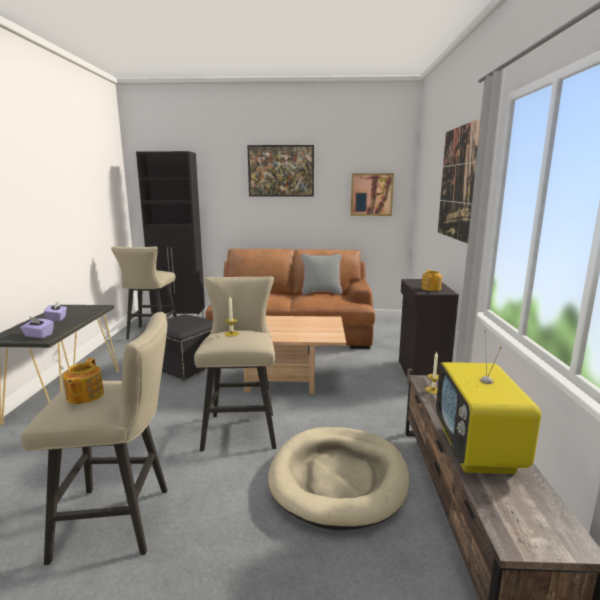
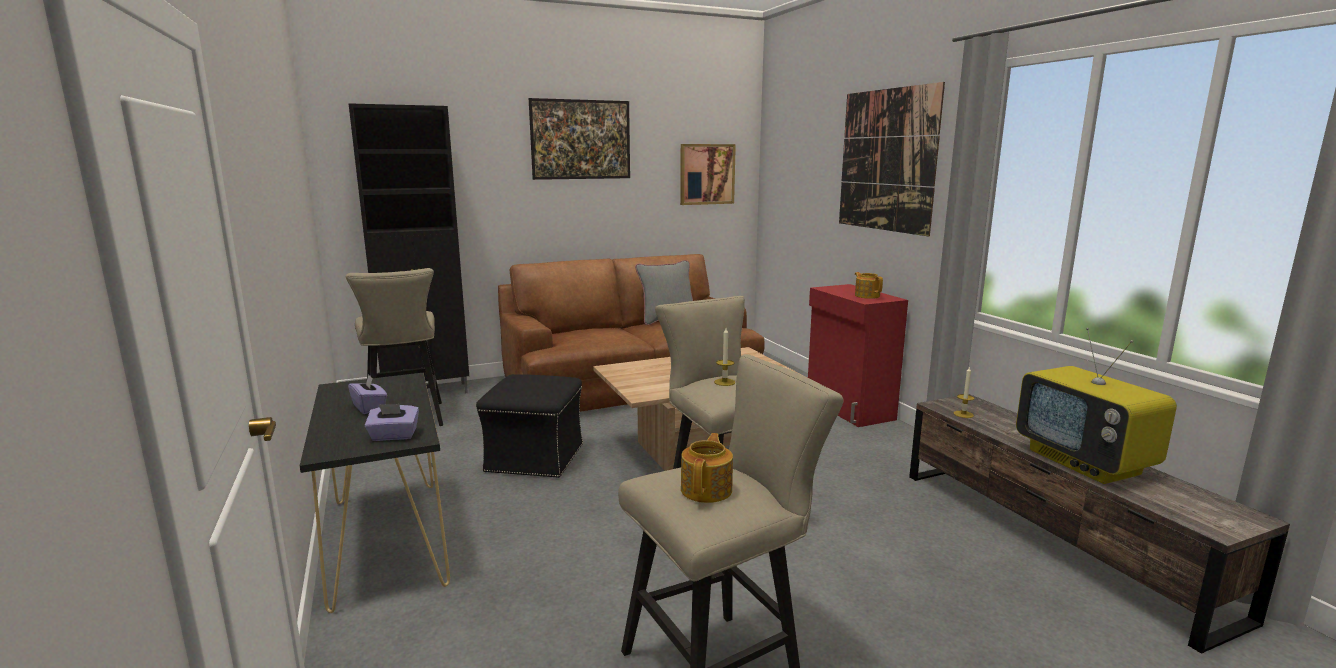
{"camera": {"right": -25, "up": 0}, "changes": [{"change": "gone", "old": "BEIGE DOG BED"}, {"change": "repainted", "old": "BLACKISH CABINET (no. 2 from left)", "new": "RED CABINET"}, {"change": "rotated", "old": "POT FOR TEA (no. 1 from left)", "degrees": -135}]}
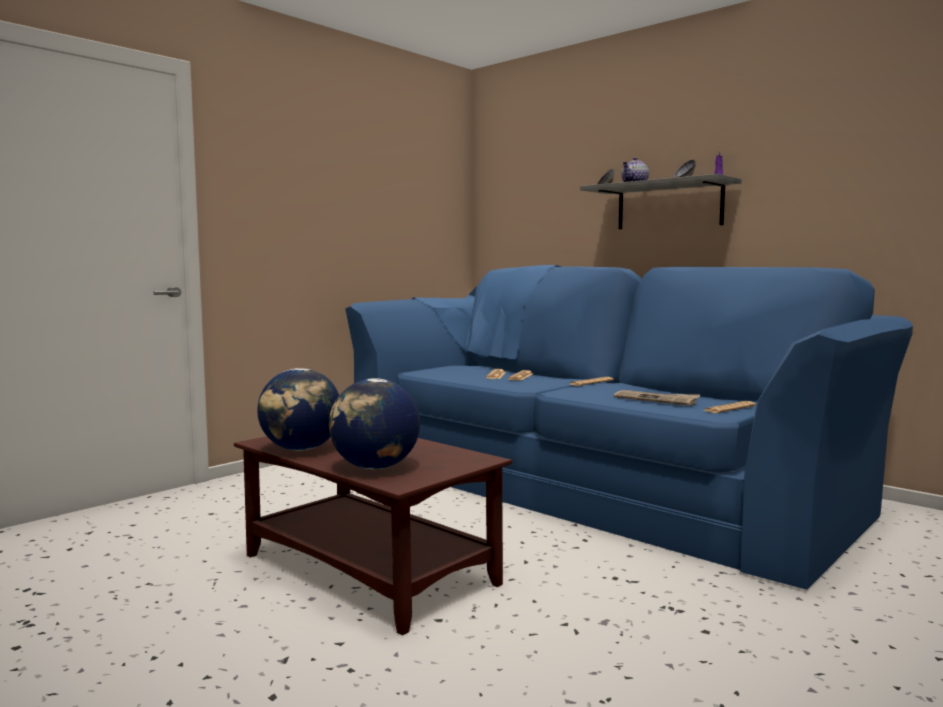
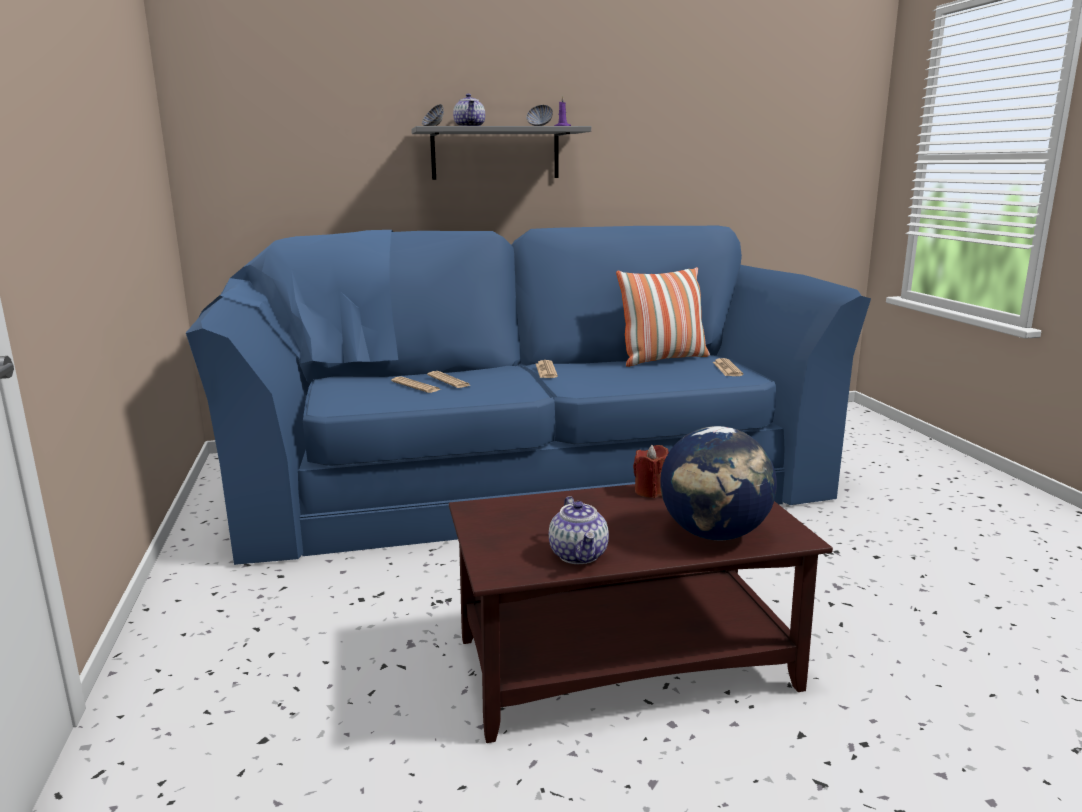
{"camera": {"right": -55, "up": 10}, "changes": [{"change": "gone", "old": "PRINTED PAPER (no. 4 from left)"}, {"change": "new", "new": "PILLOW"}, {"change": "new", "new": "RED WAX LIGHT"}, {"change": "swapped", "old": "DESK GLOBE (no. 1 from left)", "new": "POT FOR TEA (no. 2 from left)"}]}
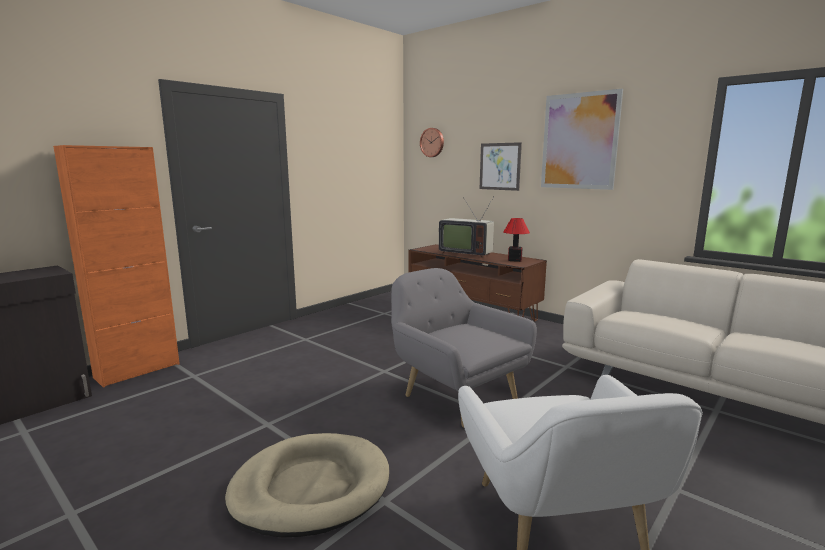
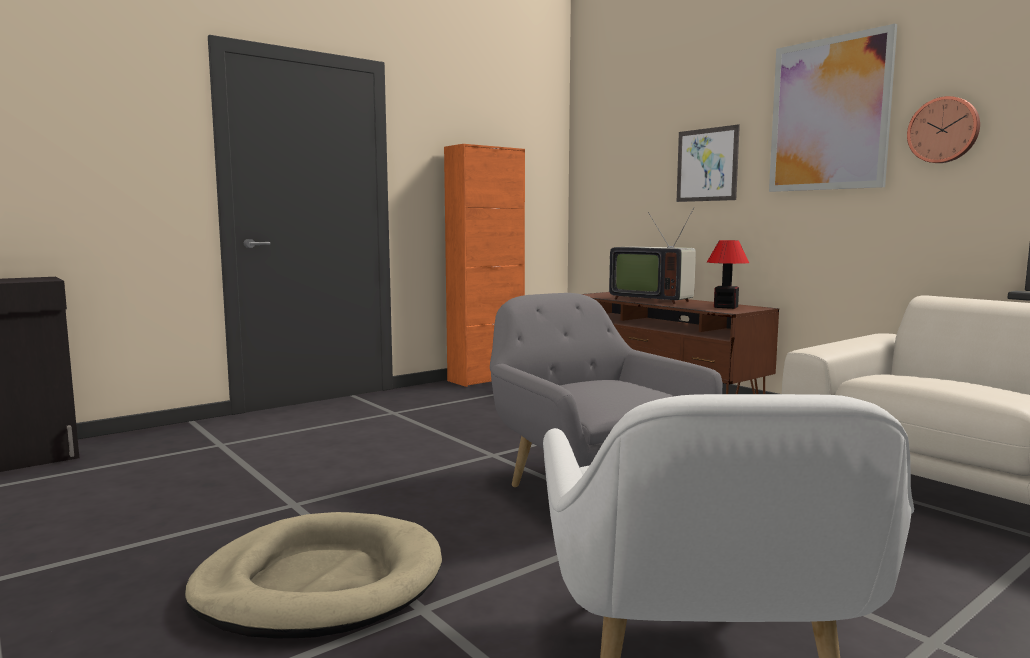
{"camera": {"right": 10, "up": -5}, "changes": [{"change": "shifted", "old": "ORANGEY CABINET"}, {"change": "shifted", "old": "CLOCK ON THE WALL"}]}
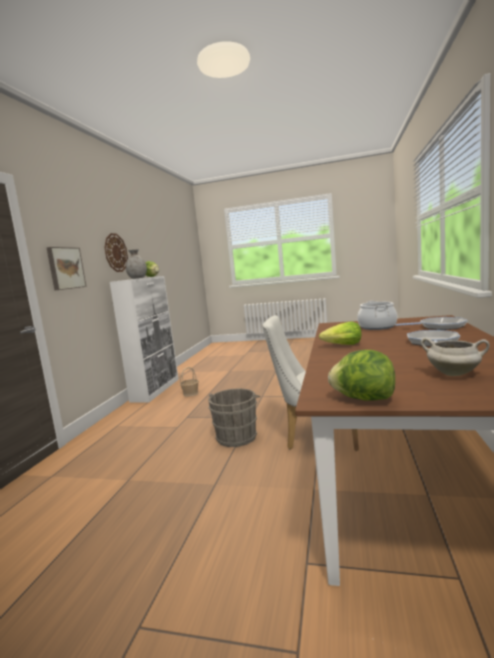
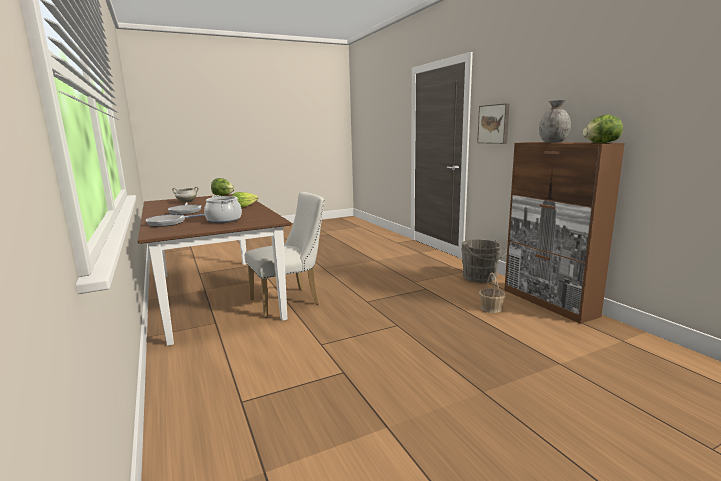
{"camera": {"right": 140, "up": 5}, "changes": [{"change": "gone", "old": "CLOCK ON THE WALL"}, {"change": "shifted", "old": "GRAY BUCKET"}, {"change": "repainted", "old": "WHITISH CABINET", "new": "BROWN CABINET"}]}
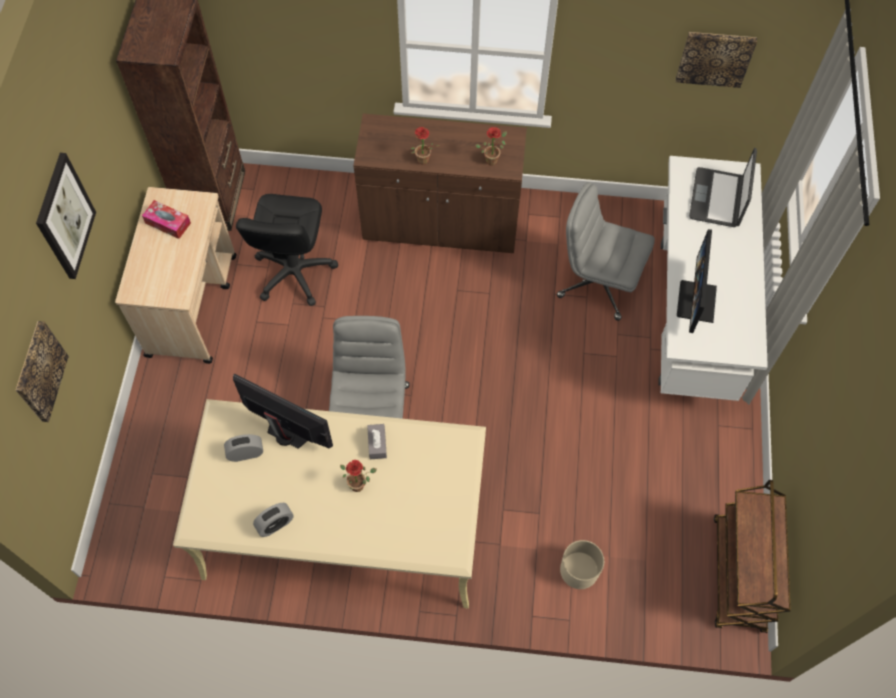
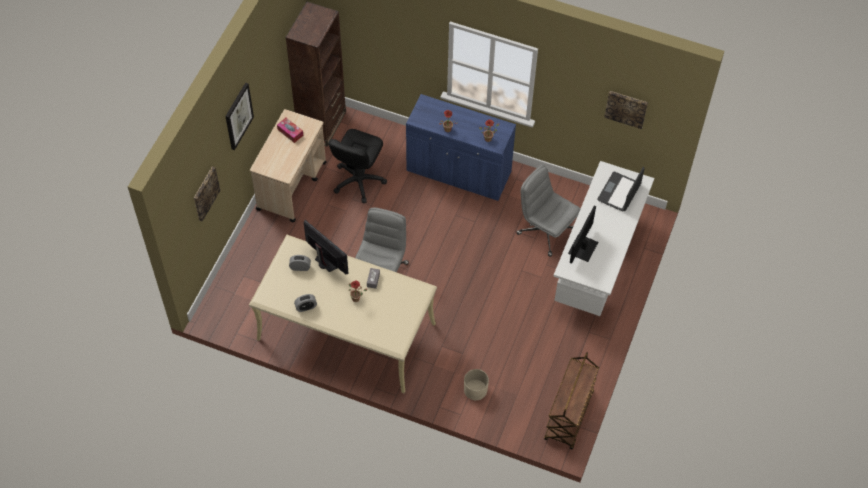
{"camera": {"right": 15, "up": -5}, "changes": [{"change": "repainted", "old": "BROWN CABINET", "new": "BLUISH CABINET"}]}
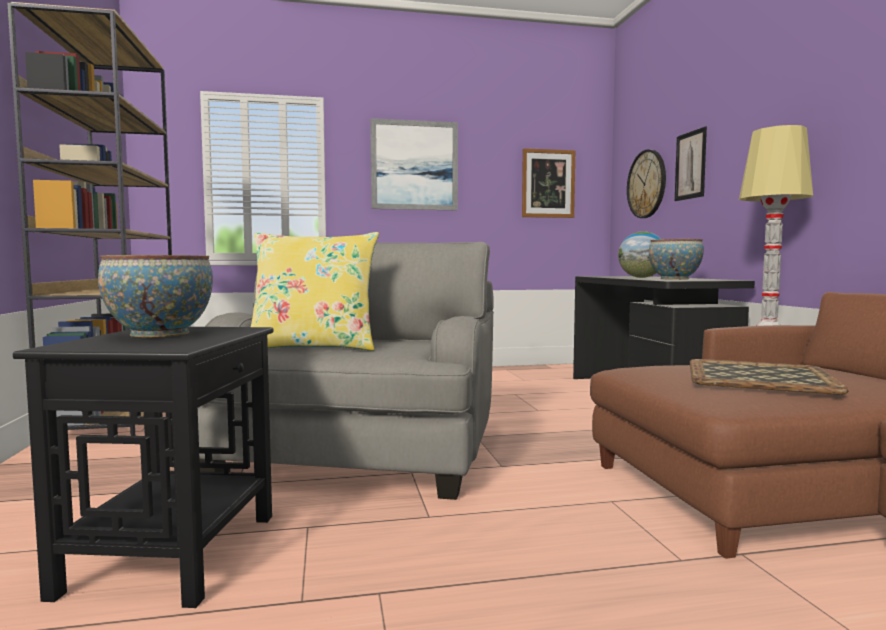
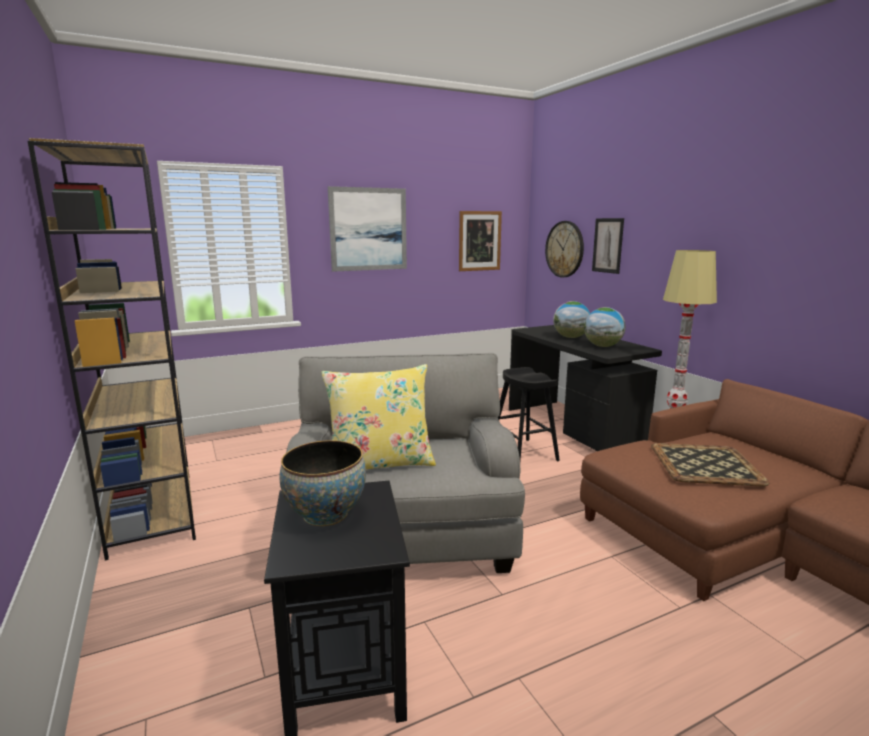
{"camera": {"right": -15, "up": 10}, "changes": [{"change": "new", "new": "BLACKISH STOOL"}, {"change": "swapped", "old": "SERVING BOWL (no. 2 from left)", "new": "DESK GLOBE (no. 2 from left)"}]}
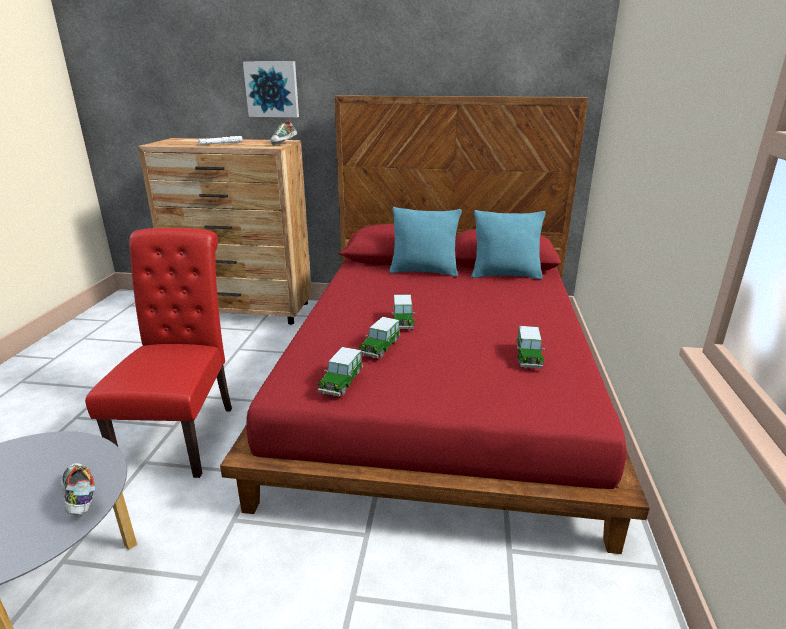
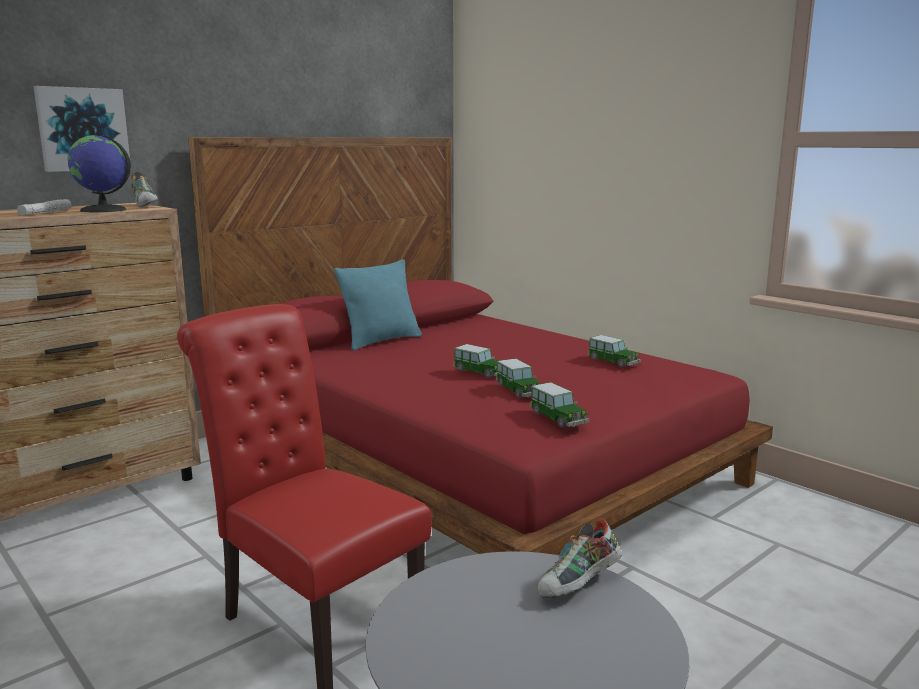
{"camera": {"right": -50, "up": -10}, "changes": [{"change": "gone", "old": "BLUE-GREEN PILLOW (no. 2 from left)"}, {"change": "new", "new": "DESK GLOBE"}, {"change": "rotated", "old": "LOW SHOE (no. 1 from left in the first image)", "degrees": -45}]}
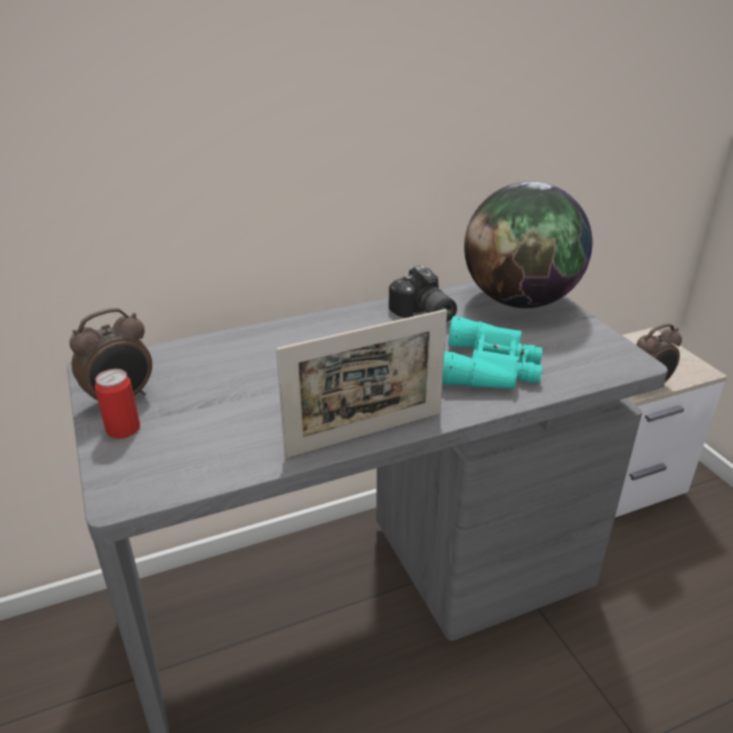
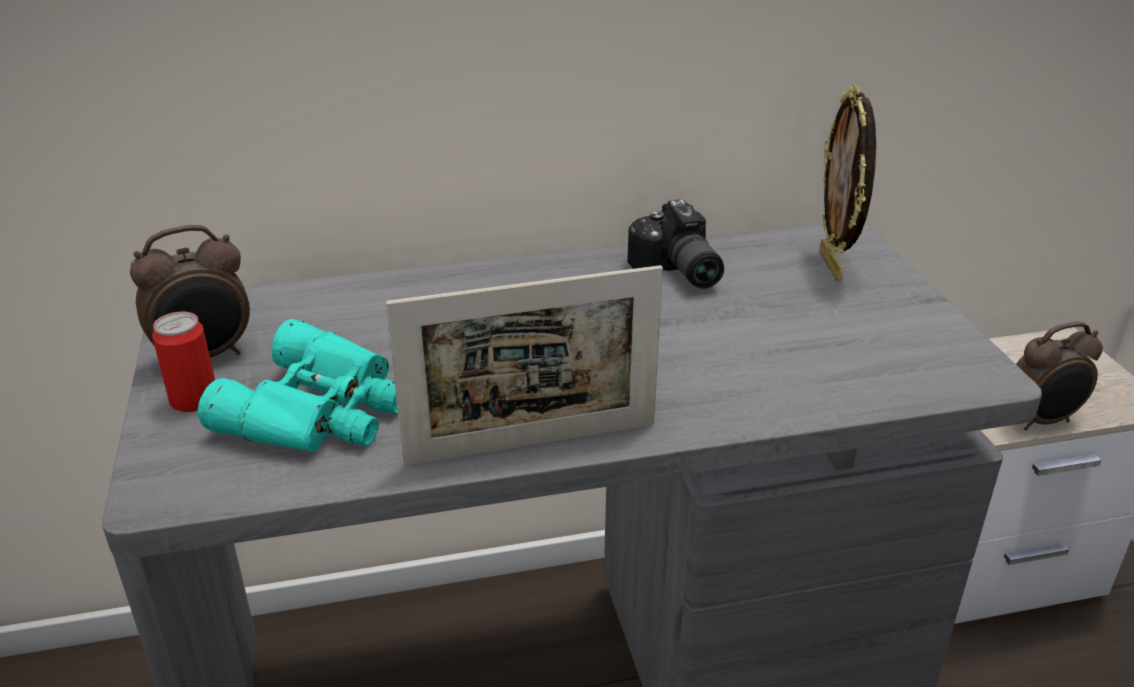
{"camera": {"right": 10, "up": 0}, "changes": [{"change": "shifted", "old": "BLUE-GREEN FIELD GLASSES"}, {"change": "swapped", "old": "DESK GLOBE", "new": "PHOTO FRAME (no. 2 from left)"}]}
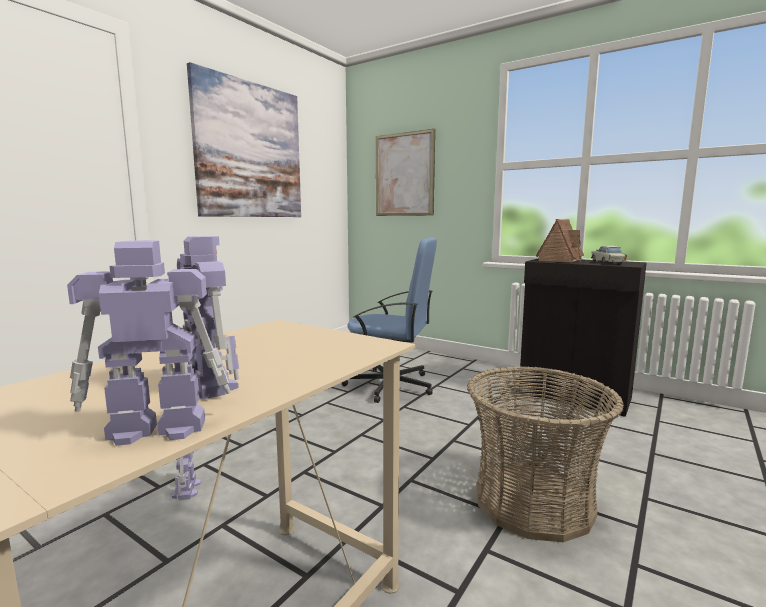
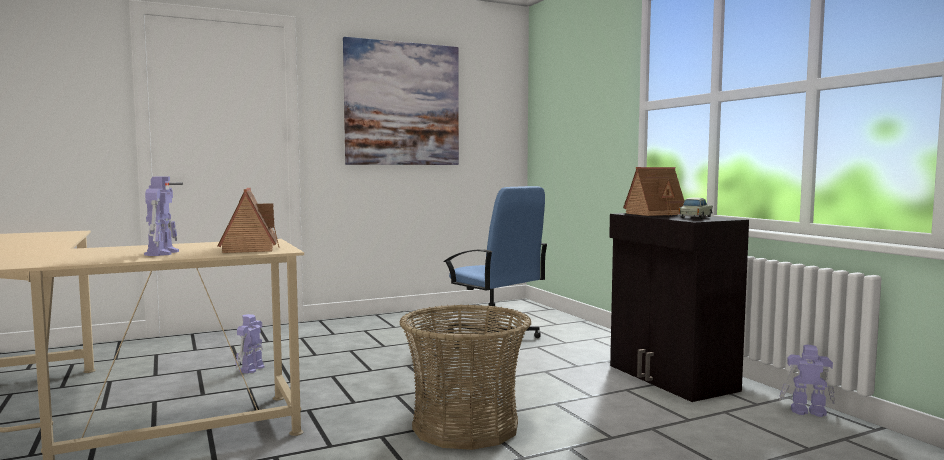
{"camera": {"right": 30, "up": -5}, "changes": [{"change": "gone", "old": "WALL PICTURE (no. 2 from left)"}, {"change": "new", "new": "MODEL HOUSE (no. 1 from left)"}, {"change": "shifted", "old": "MODEL ROBOT (no. 1 from left in the first image)", "new": "MODEL ROBOT (no. 3 from left)"}]}
